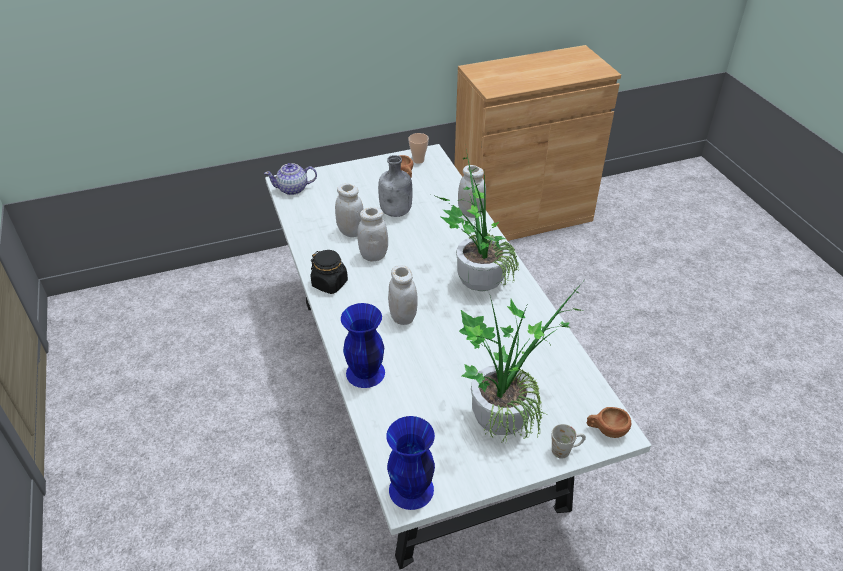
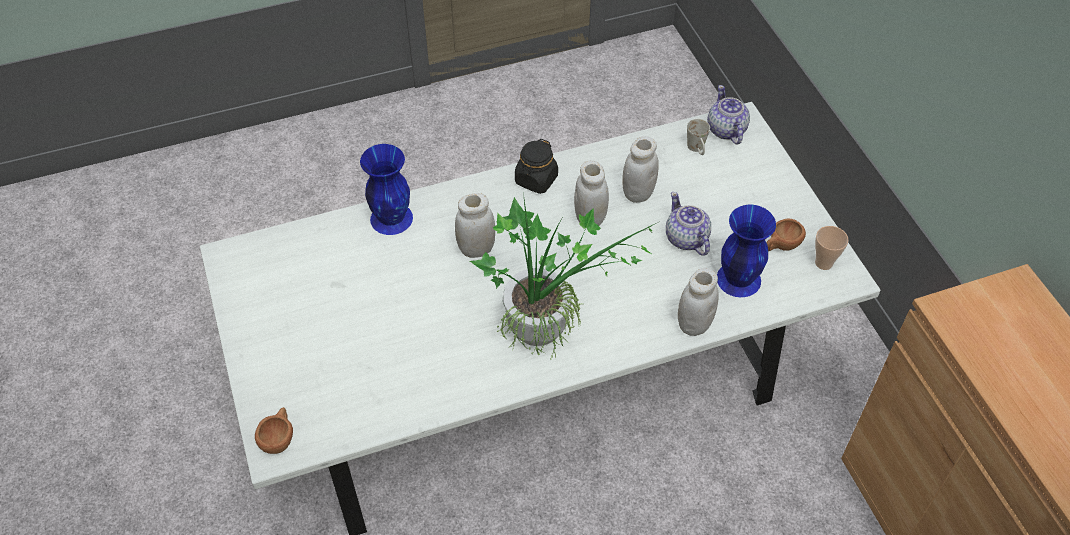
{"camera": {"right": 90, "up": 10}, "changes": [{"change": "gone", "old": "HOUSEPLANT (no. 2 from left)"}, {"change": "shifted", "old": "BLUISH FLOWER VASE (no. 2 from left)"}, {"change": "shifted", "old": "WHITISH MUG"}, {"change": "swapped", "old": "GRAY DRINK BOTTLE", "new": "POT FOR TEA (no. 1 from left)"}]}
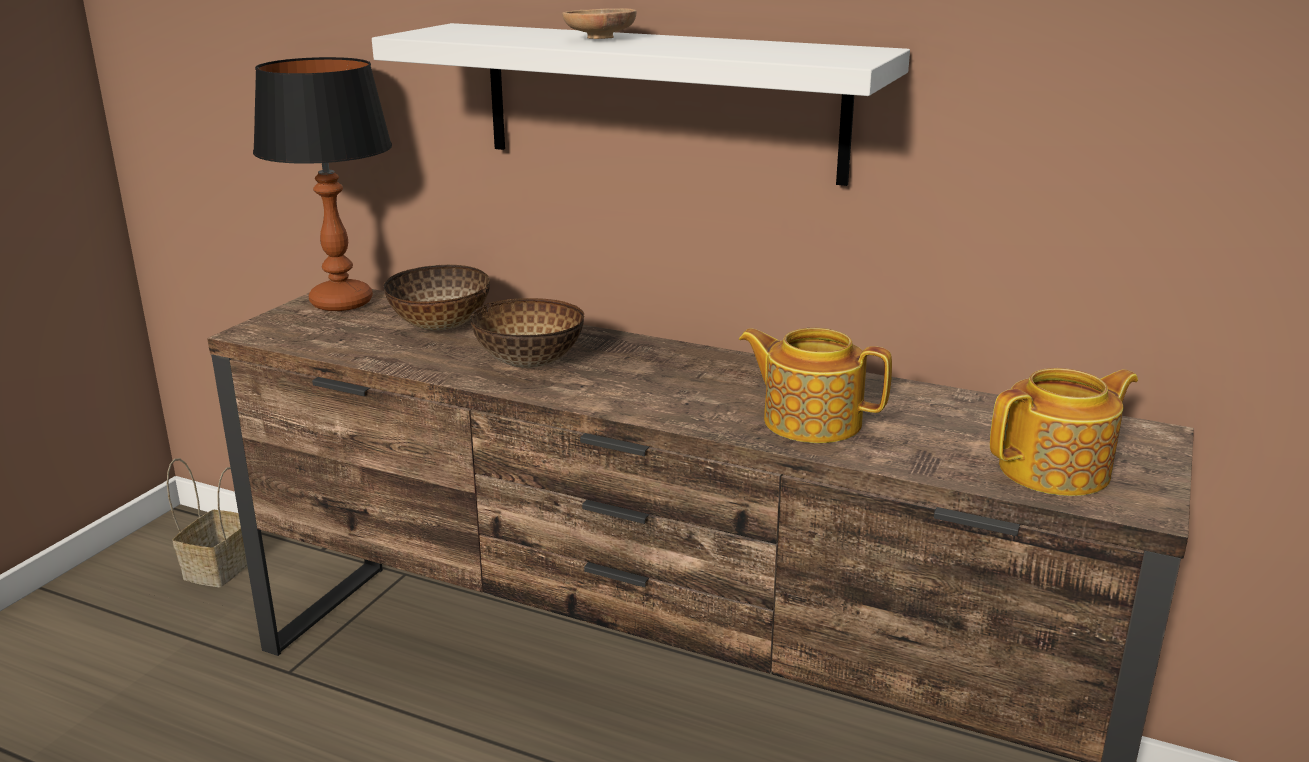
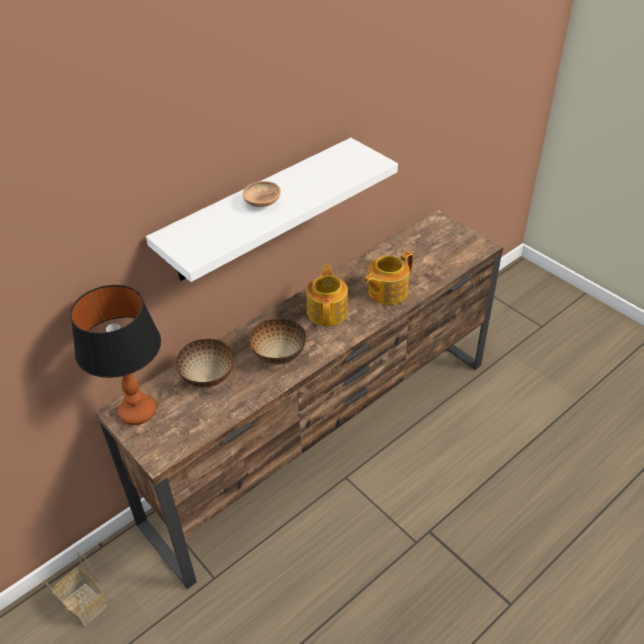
{"camera": {"right": -65, "up": 20}, "changes": [{"change": "shifted", "old": "POT FOR TEA (no. 2 from left in the first image)", "new": "POT FOR TEA (no. 1 from left)"}]}
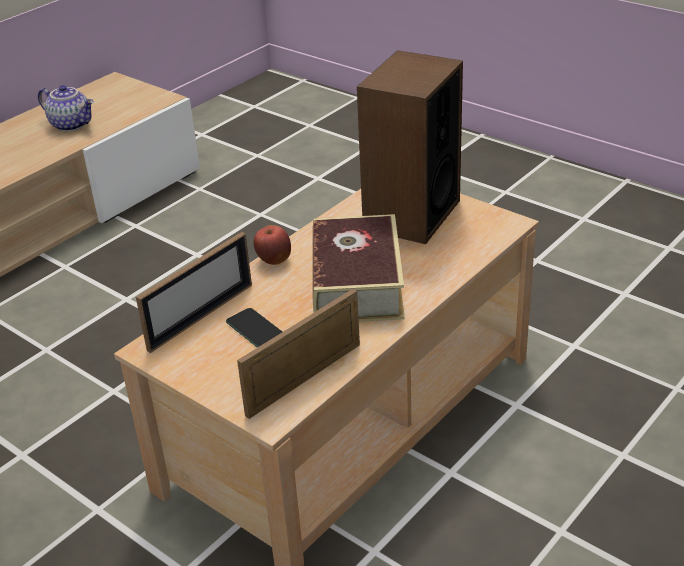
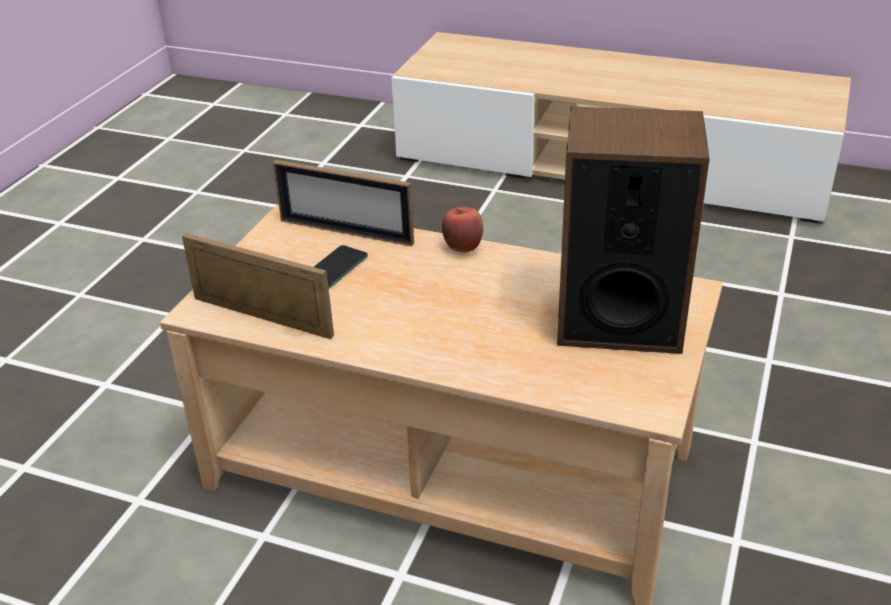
{"camera": {"right": 70, "up": 0}, "changes": [{"change": "gone", "old": "POT FOR TEA"}, {"change": "gone", "old": "VOLUME"}]}
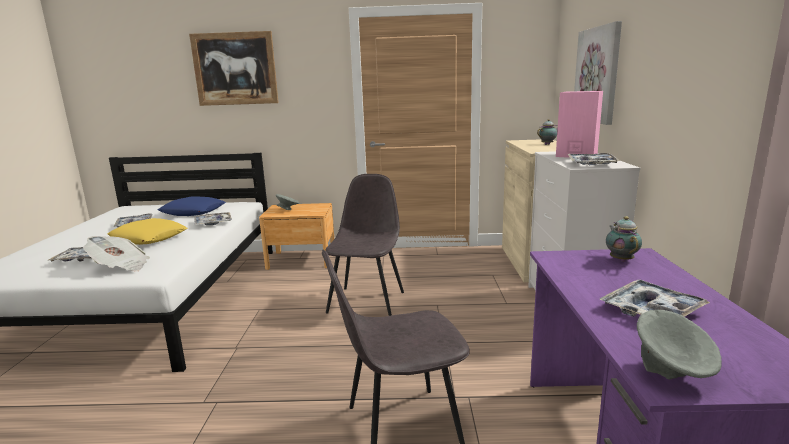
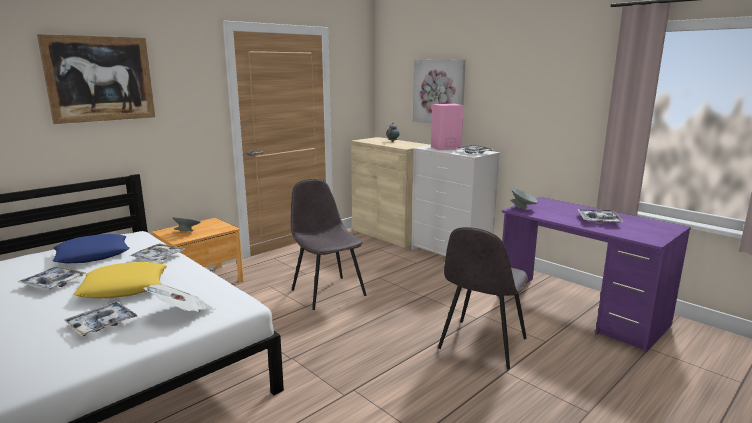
{"camera": {"right": -45, "up": 0}, "changes": [{"change": "gone", "old": "POT FOR TEA (no. 2 from left)"}, {"change": "shifted", "old": "GRAY SERVING BOWL (no. 2 from left)"}]}
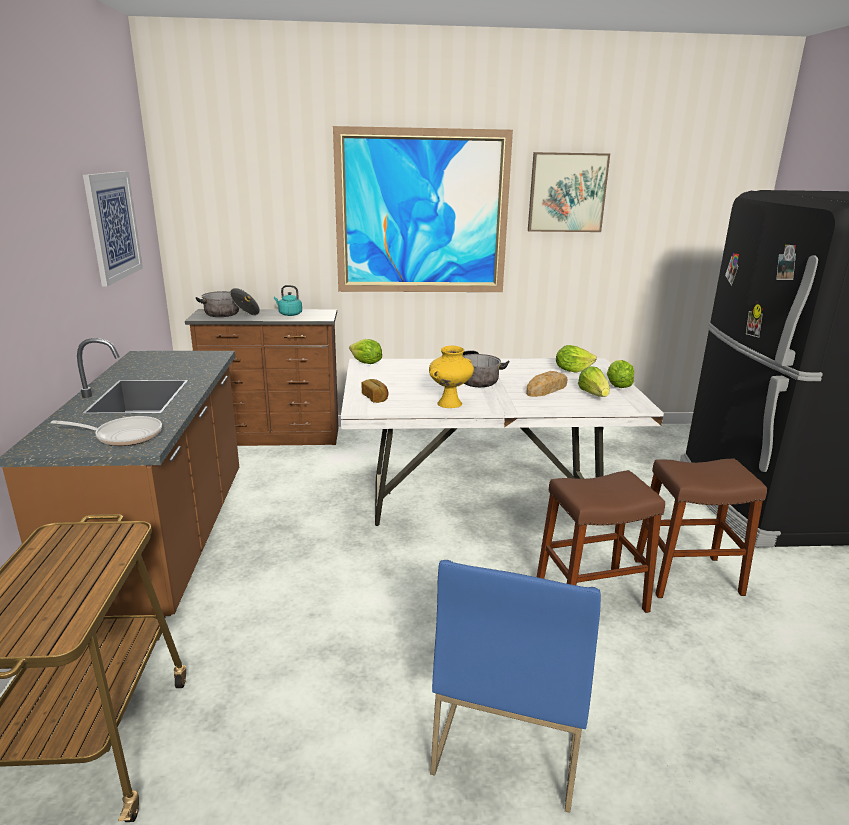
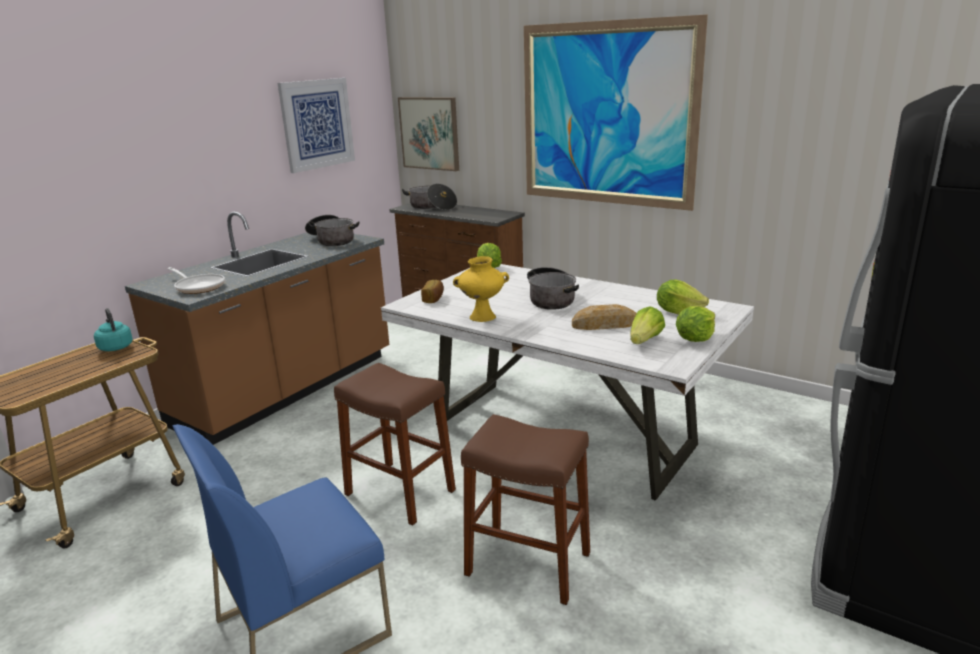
{"camera": {"right": 40, "up": 0}, "changes": [{"change": "new", "new": "STOCKPOT (no. 1 from left)"}, {"change": "shifted", "old": "BLUE-GREEN WATER KETTLE"}, {"change": "shifted", "old": "WALL PICTURE (no. 3 from left in the first image)", "new": "WALL PICTURE (no. 2 from left)"}, {"change": "shifted", "old": "BROWN STOOL (no. 2 from left in the first image)", "new": "BROWN STOOL (no. 1 from left)"}]}
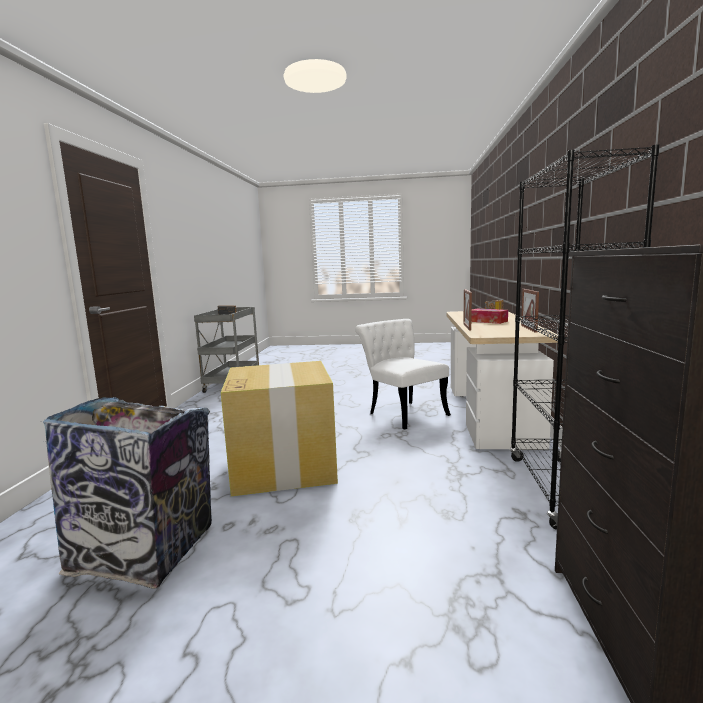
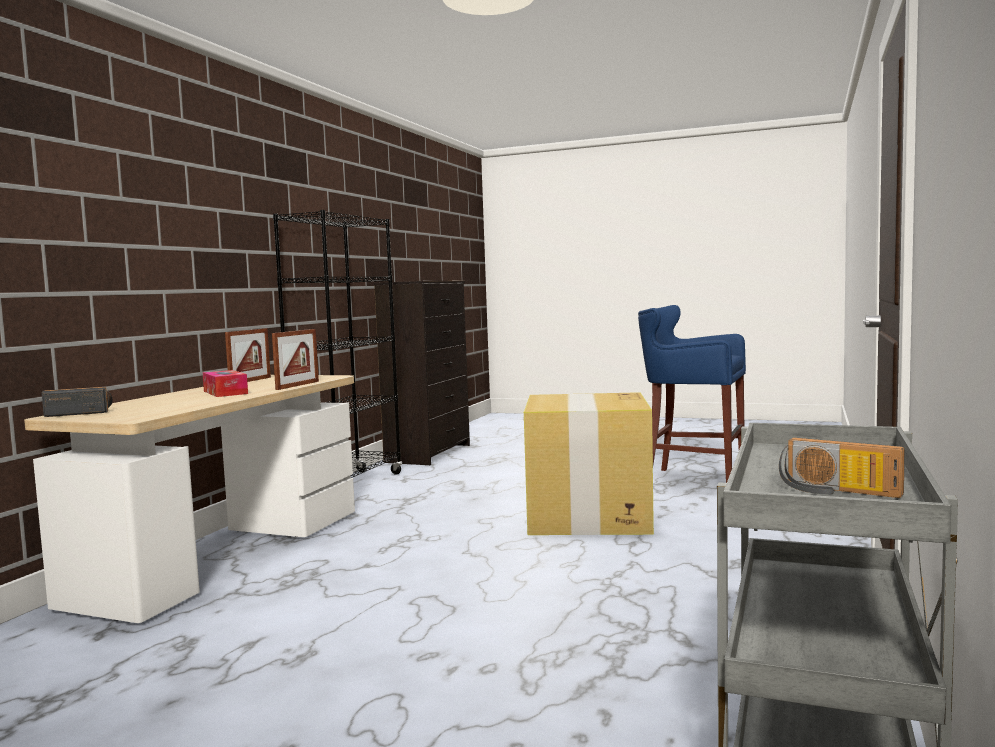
{"camera": {"right": -165, "up": -5}, "changes": [{"change": "gone", "old": "WHITISH UPRIGHT CHAIR"}, {"change": "swapped", "old": "TRASH CAN", "new": "BLUISH STOOL"}]}
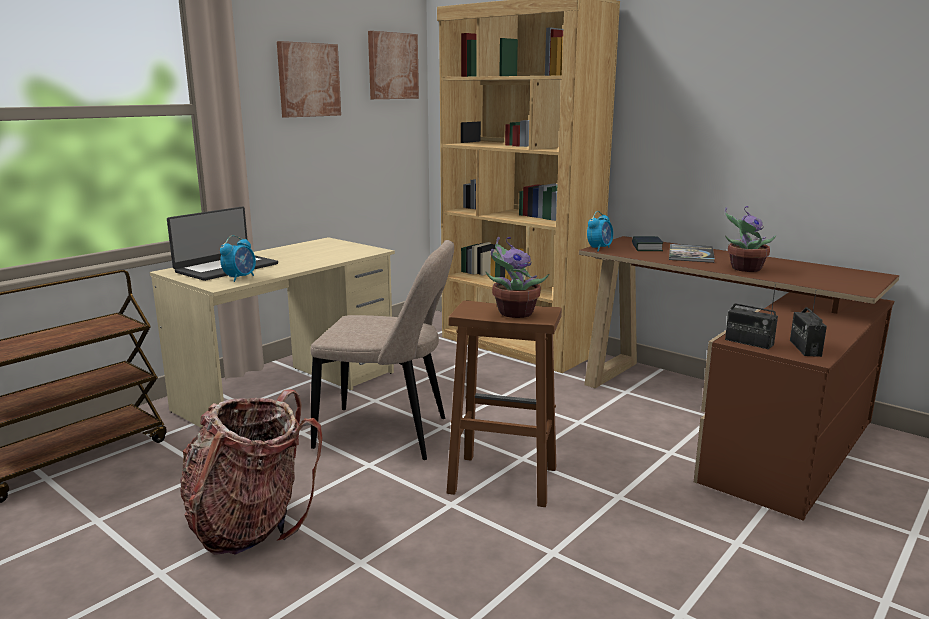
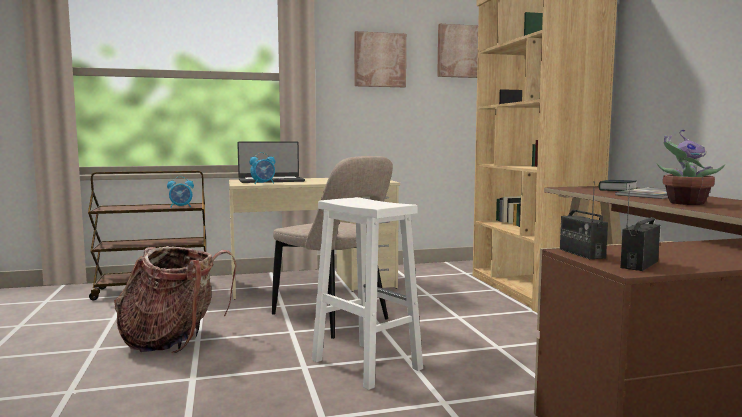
{"camera": {"right": 35, "up": -10}, "changes": [{"change": "gone", "old": "HOUSEPLANT (no. 1 from left)"}, {"change": "shifted", "old": "TABLE CLOCK (no. 2 from left in the first image)", "new": "TABLE CLOCK (no. 1 from left)"}, {"change": "repainted", "old": "BROWN STOOL", "new": "WHITISH STOOL"}]}
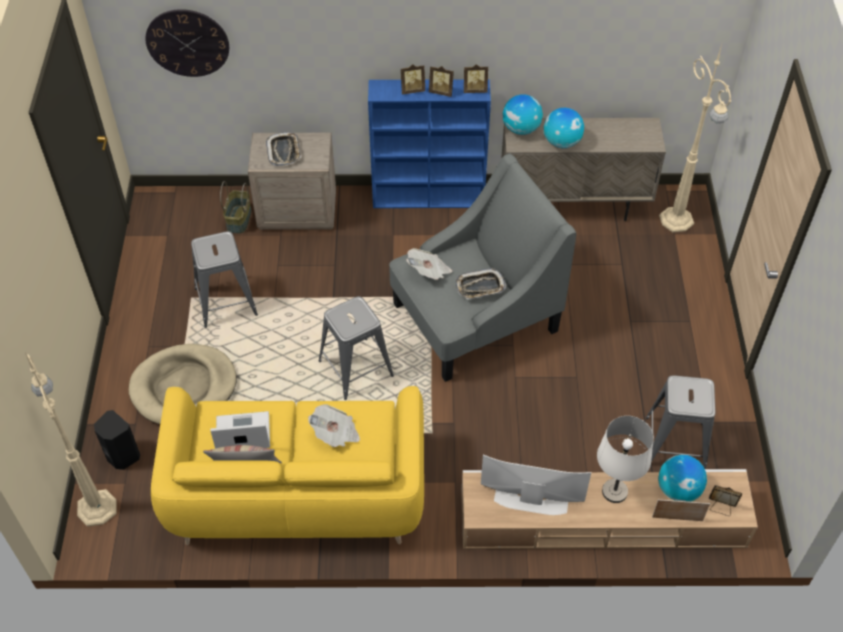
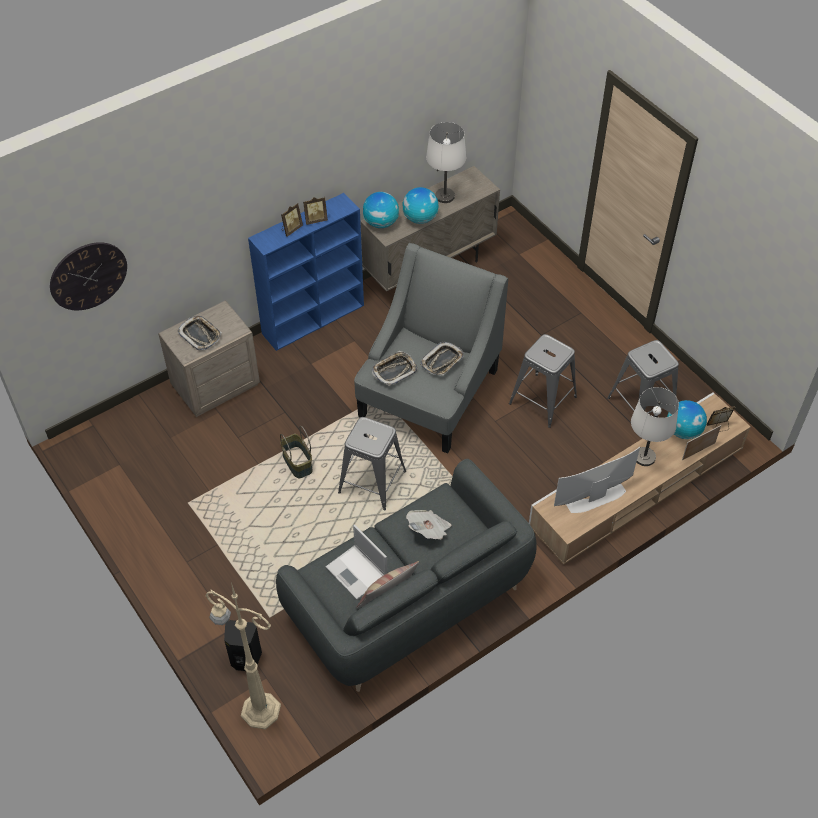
{"camera": {"right": -35, "up": 0}, "changes": [{"change": "gone", "old": "BEIGE DOG BED"}, {"change": "gone", "old": "PHOTO FRAME (no. 3 from left)"}, {"change": "gone", "old": "BEIGE STANDARD LAMP (no. 2 from left)"}, {"change": "new", "new": "WHITISH TABLETOP LAMP (no. 1 from left)"}, {"change": "shifted", "old": "GRAY STOOL (no. 1 from left in the first image)", "new": "GRAY STOOL (no. 2 from left)"}, {"change": "shifted", "old": "HOUSEHOLD BASKET"}, {"change": "swapped", "old": "PRINTED PAPER (no. 2 from left)", "new": "CARRYING TRAY (no. 2 from left)"}, {"change": "repainted", "old": "YELLOW COUCH", "new": "GRAY COUCH"}, {"change": "rotated", "old": "NOTEBOOK COMPUTER", "degrees": -90}]}
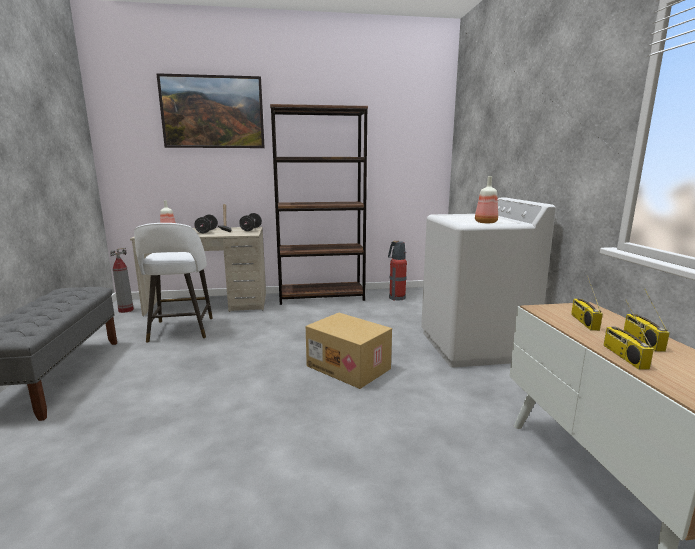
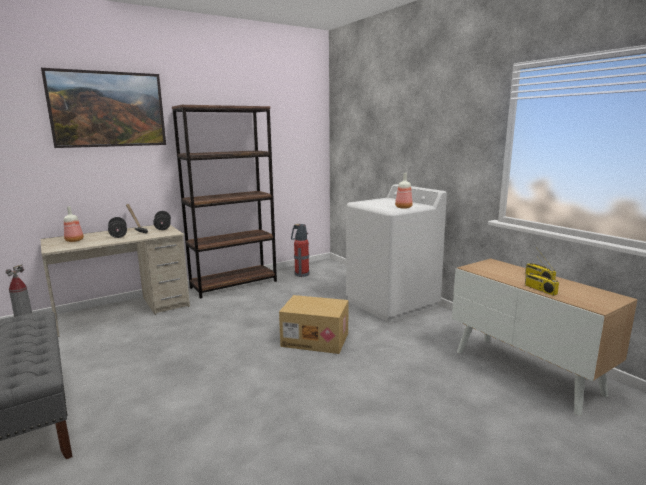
{"camera": {"right": -25, "up": 0}, "changes": [{"change": "gone", "old": "WHITISH STOOL"}, {"change": "gone", "old": "RADIO RECEIVER (no. 1 from left)"}]}
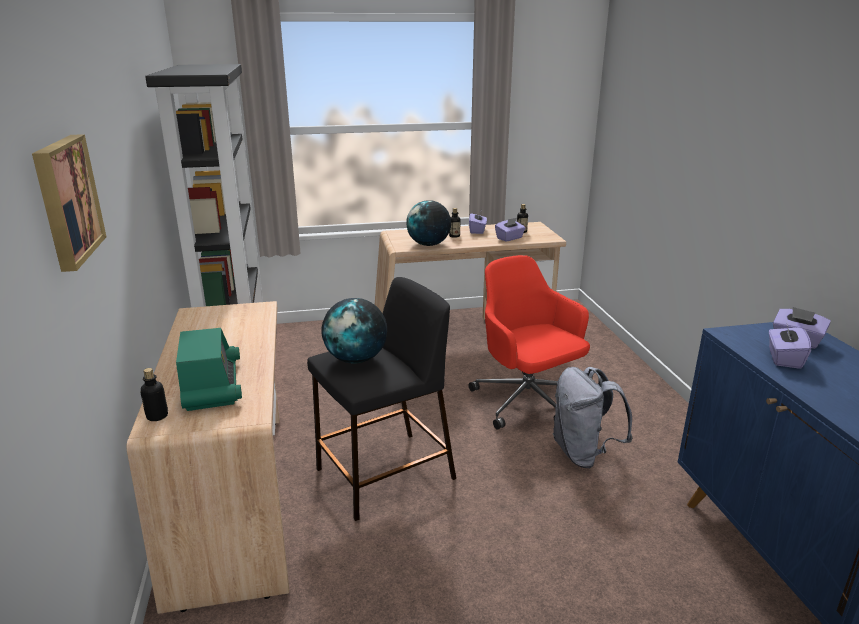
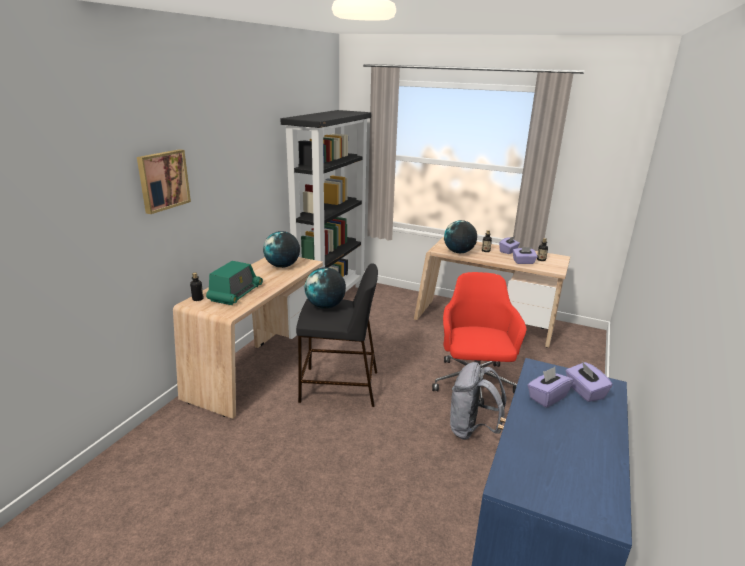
{"camera": {"right": 35, "up": 0}, "changes": [{"change": "new", "new": "DESK GLOBE (no. 1 from left)"}]}
